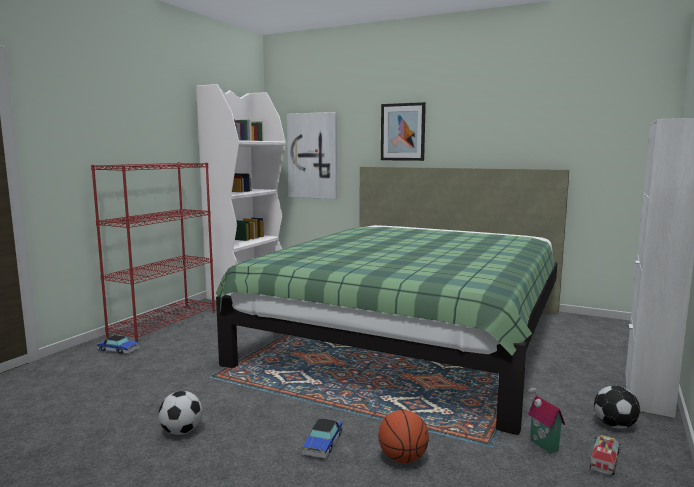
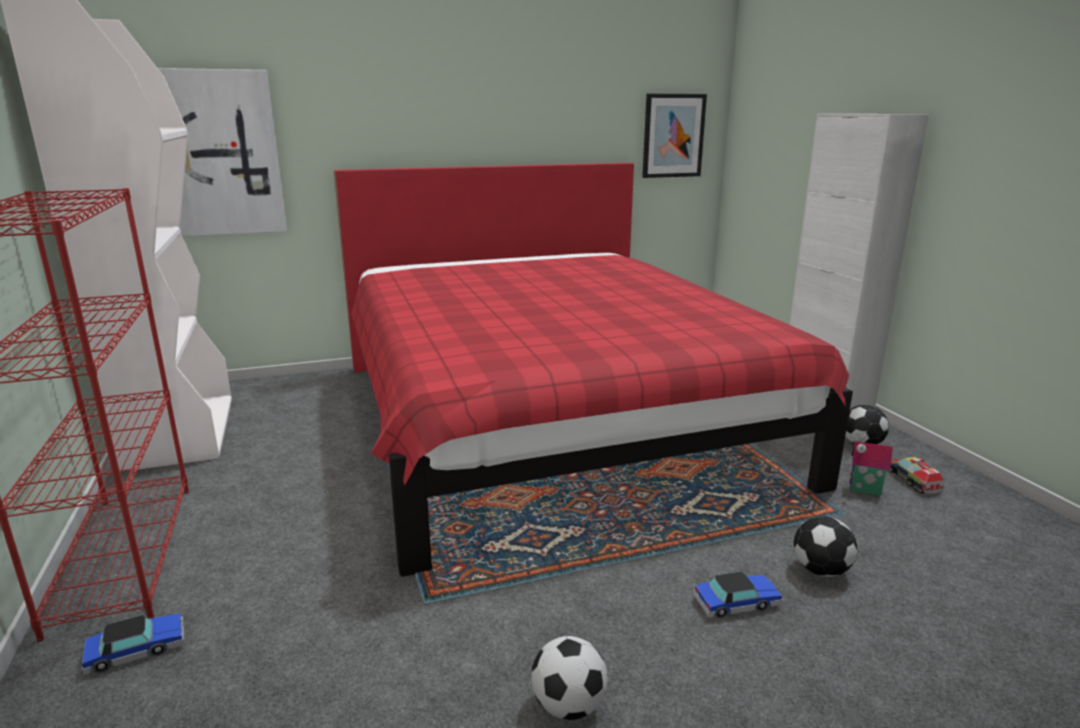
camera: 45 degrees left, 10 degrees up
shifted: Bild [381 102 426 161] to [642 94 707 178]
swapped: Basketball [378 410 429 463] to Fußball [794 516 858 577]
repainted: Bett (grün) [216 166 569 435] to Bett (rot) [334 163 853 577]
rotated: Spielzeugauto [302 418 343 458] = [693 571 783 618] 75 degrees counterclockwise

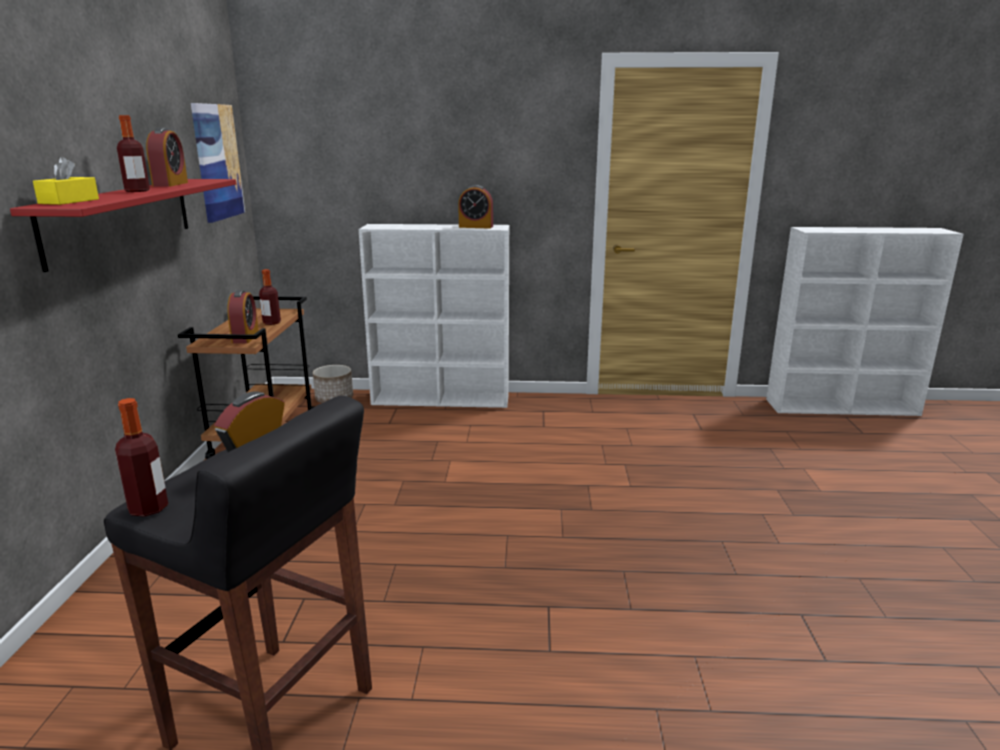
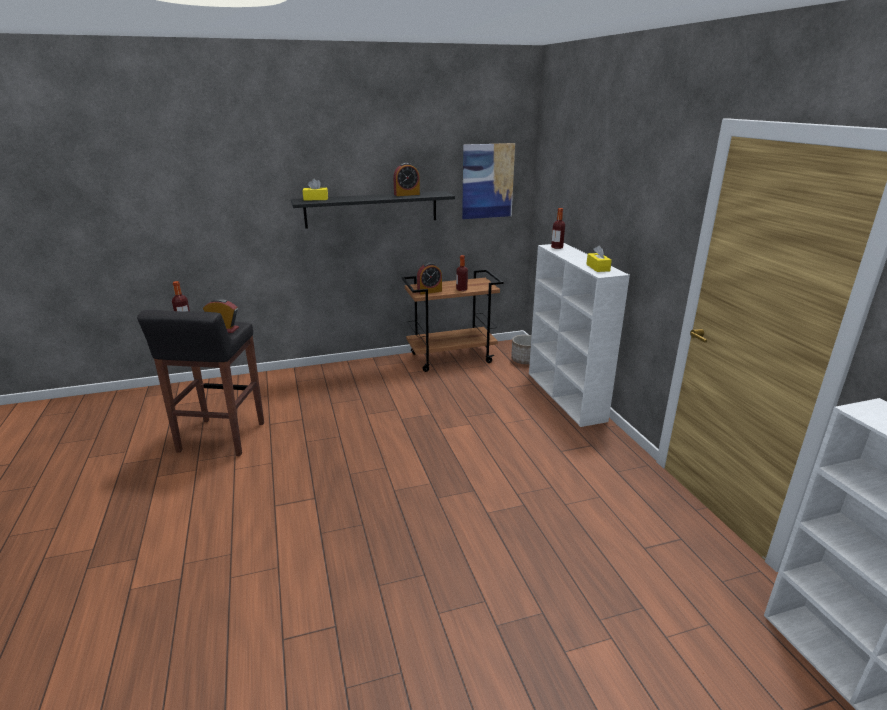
camera: 70 degrees right, 5 degrees up
shifted: Flasche [117 115 150 192] to [551 208 565 249]
swapped: Wecker [458 185 493 229] to Taschentuchbox (gelb) [587 245 612 272]
repainted: Wandregal (rot) [10 179 236 272] to Wandregal (schwarz) [291 191 455 229]

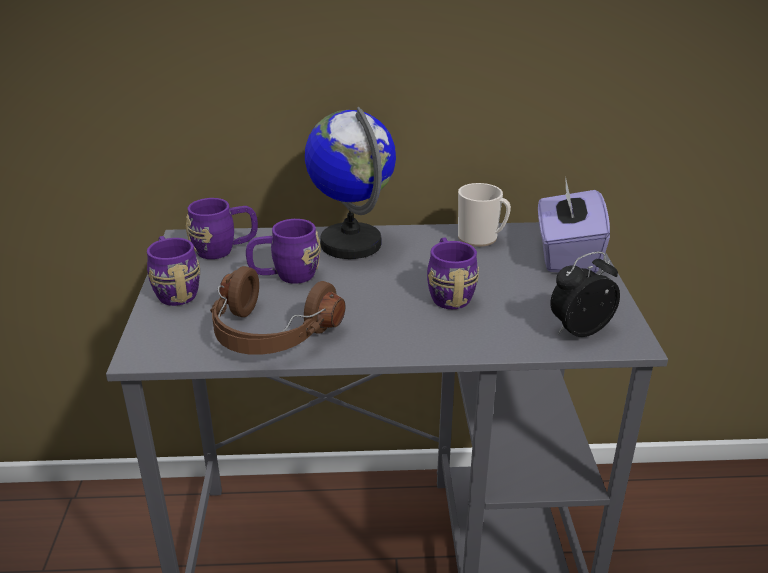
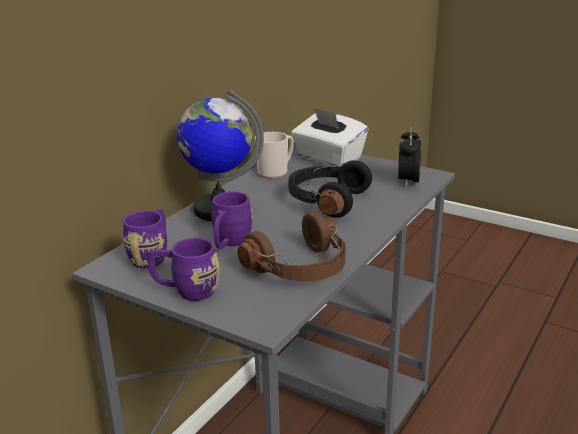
camera: 55 degrees left, 5 degrees down
swapped: Henkelbecher (lila) [427 237 479 309] to Kopfhörer (schwarz) [288 160 372 218]
repainted: Taschentuchbox (lila) [538 177 610 273] to Taschentuchbox (weiß) [291 107 368 167]

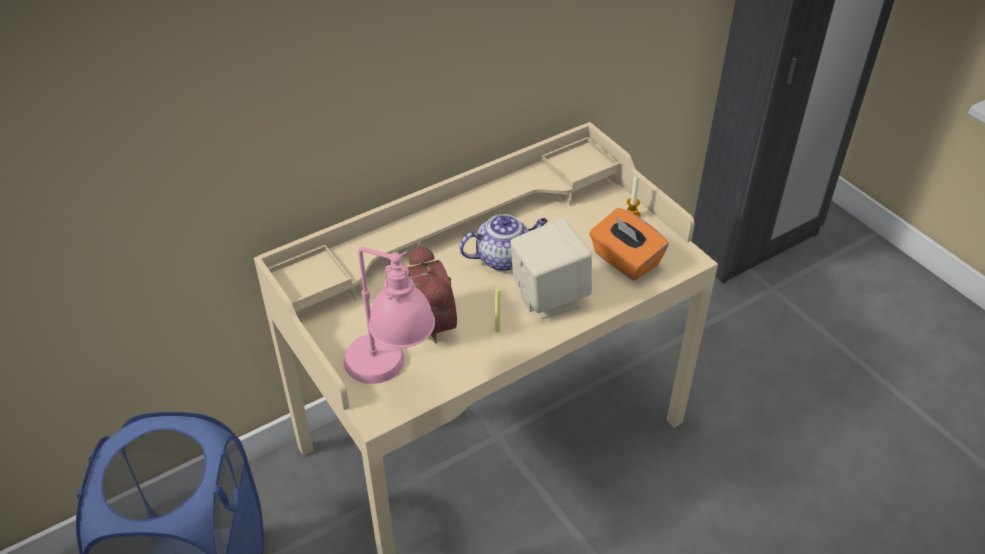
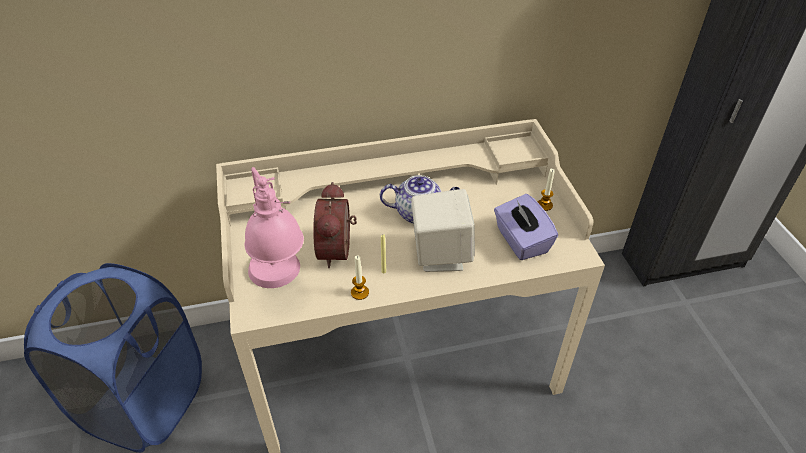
camera: 20 degrees right, 0 degrees up
new: Kerze [351 255 369 300]
repainted: Taschentuchbox (orange) [589 208 669 281] to Taschentuchbox (lila) [494 194 558 260]

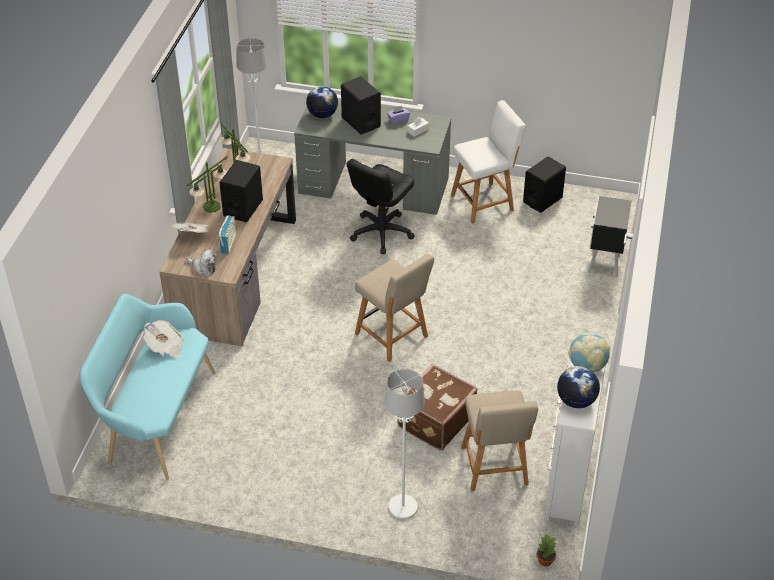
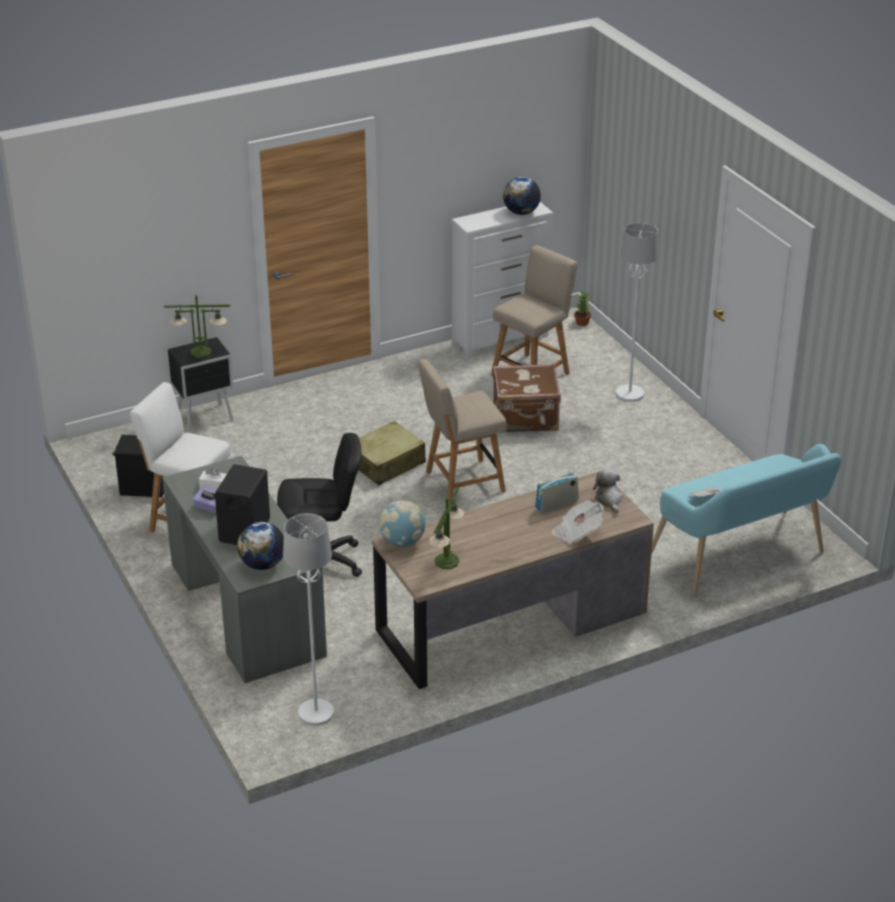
camera: 130 degrees left, 10 degrees down
gone: Lautsprecher (schwarz) [219 160 263 222]
new: Koffer (beige) [358 421 426 485]
shifted: Tischlampe [187 156 228 213] to [164 295 230 358]; Globus [569 332 610 372] to [379 500 425 547]
rotated: Stuhl (beige) [355 254 434 362] = [418 359 507 504] 120 degrees counterclockwise

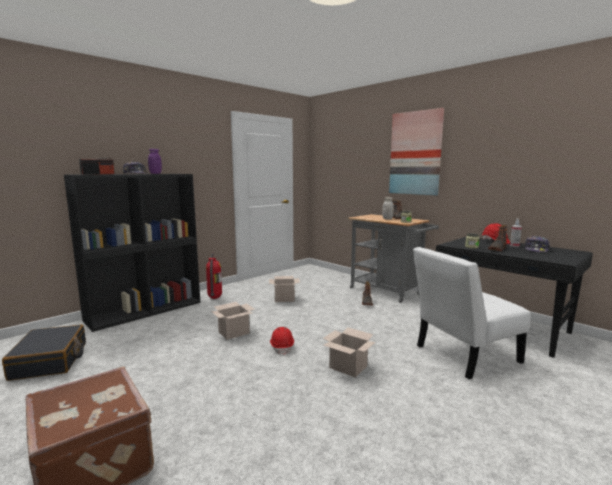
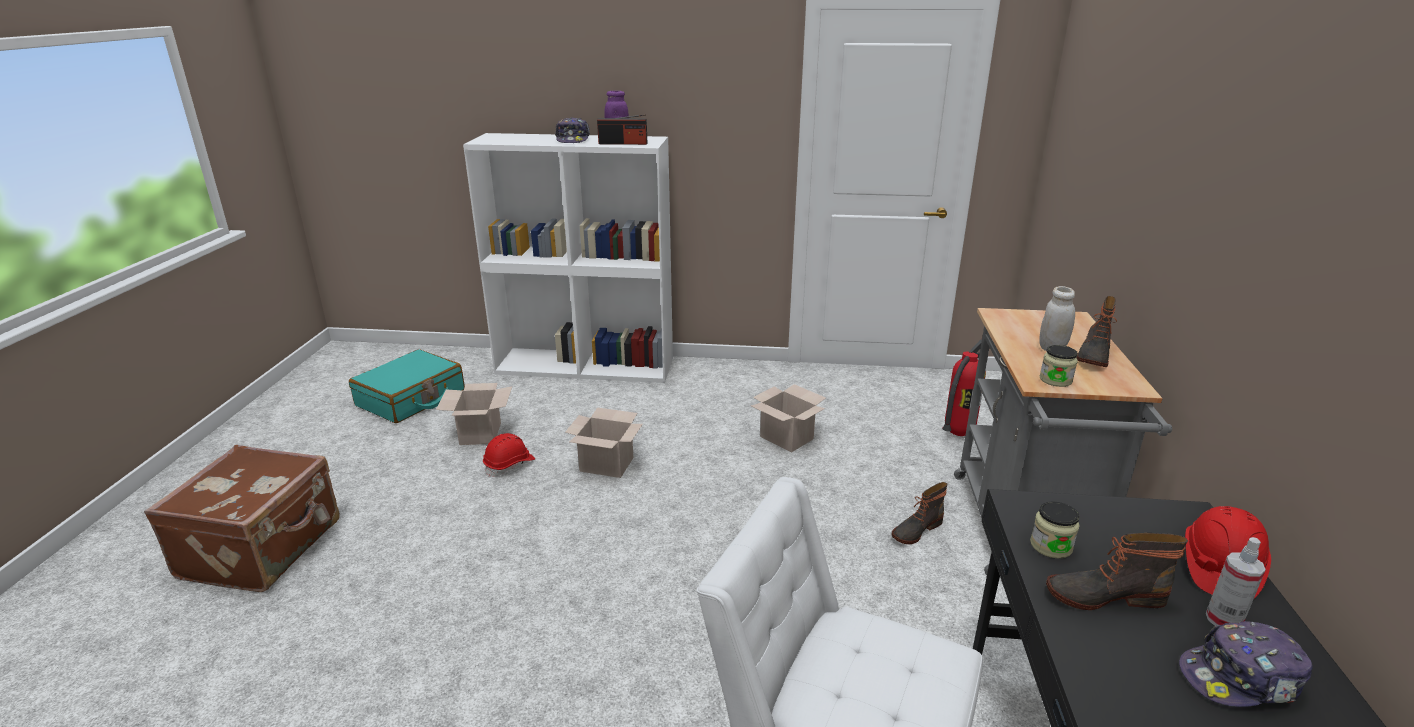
camera: 50 degrees right, 15 degrees up
gone: Bild [389 108 444 195]
shifted: Radio [79 157 115 175] to [597 114 647 145]; Feuerlöscher [206 253 222 299] to [942 339 986 436]; Schutzhelm (rot) [270 327 294 355] to [483 433 535 477]; Karton [323 327 376 378] to [436 383 512 445]
repainted: Koffer (schwarz) [2 324 86 381] to Koffer (türkis) [349 349 465 423]; Bücherregal (schwarz) [64 174 200 332] to Bücherregal (weiß) [463 133 673 383]

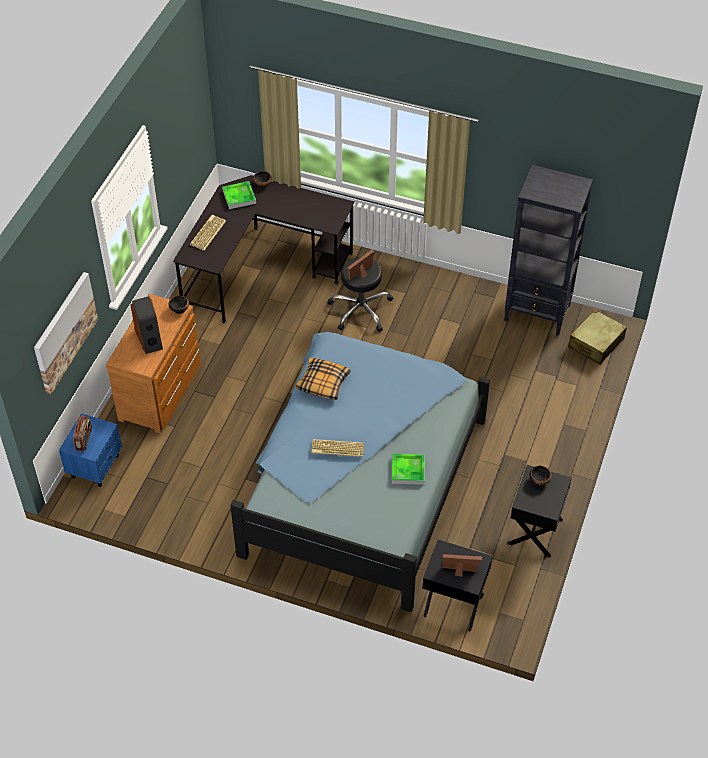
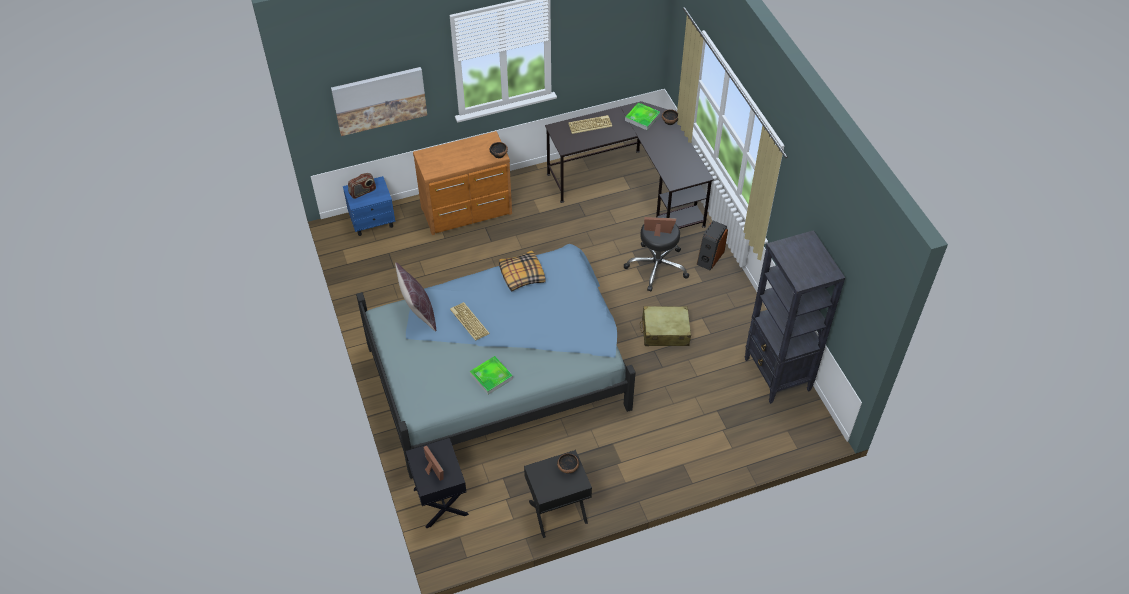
camera: 50 degrees right, 0 degrees up
new: Kissen (braun) [395 262 436 331]
shifted: Lautsprecher [131 296 163 354] to [697 220 728 270]; Koffer (beige) [568 310 627 365] to [640 306 691 346]

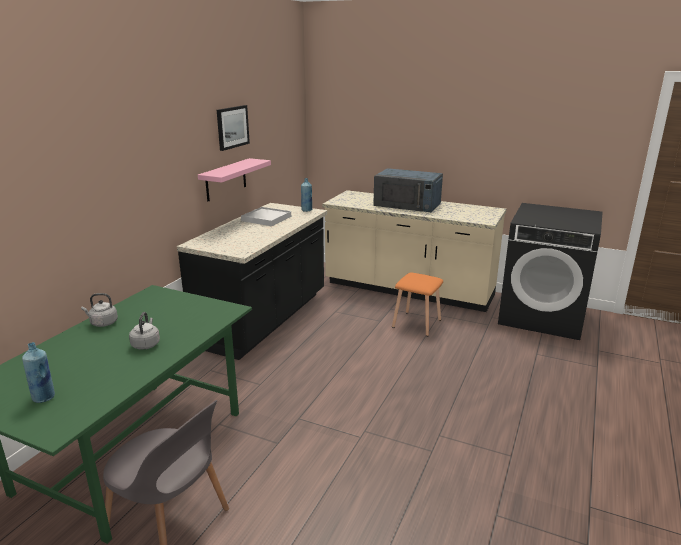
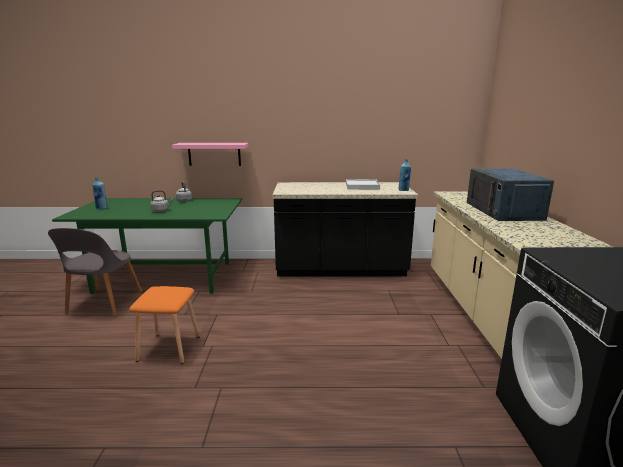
camera: 65 degrees right, 5 degrees down
gone: Bild [217 105 250 151]
shifted: Wandregal (rosa) [198 158 271 202] to [172 143 248 166]; Hocker (orange) [392 272 443 336] to [129 286 200 364]

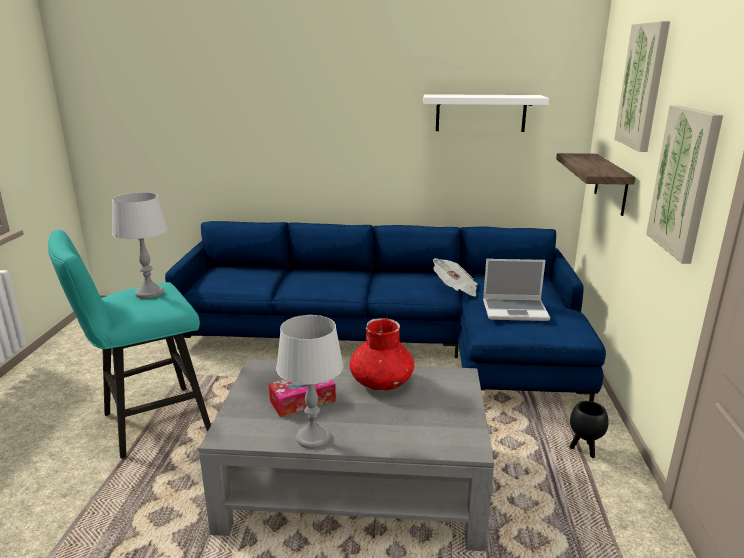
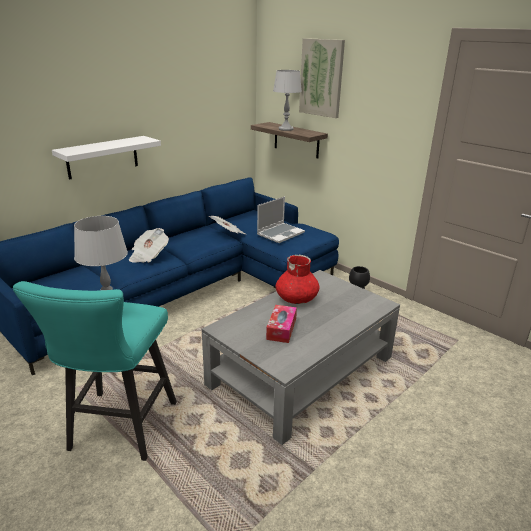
camera: 50 degrees left, 5 degrees up
gone: Bild [646 105 723 264]
new: Zeitung [129 228 169 263]
shifted: Tischlampe (grau) [276 315 344 449] to [273 70 302 131]; Wandregal (weiß) [423 94 549 132] to [52 136 161 180]

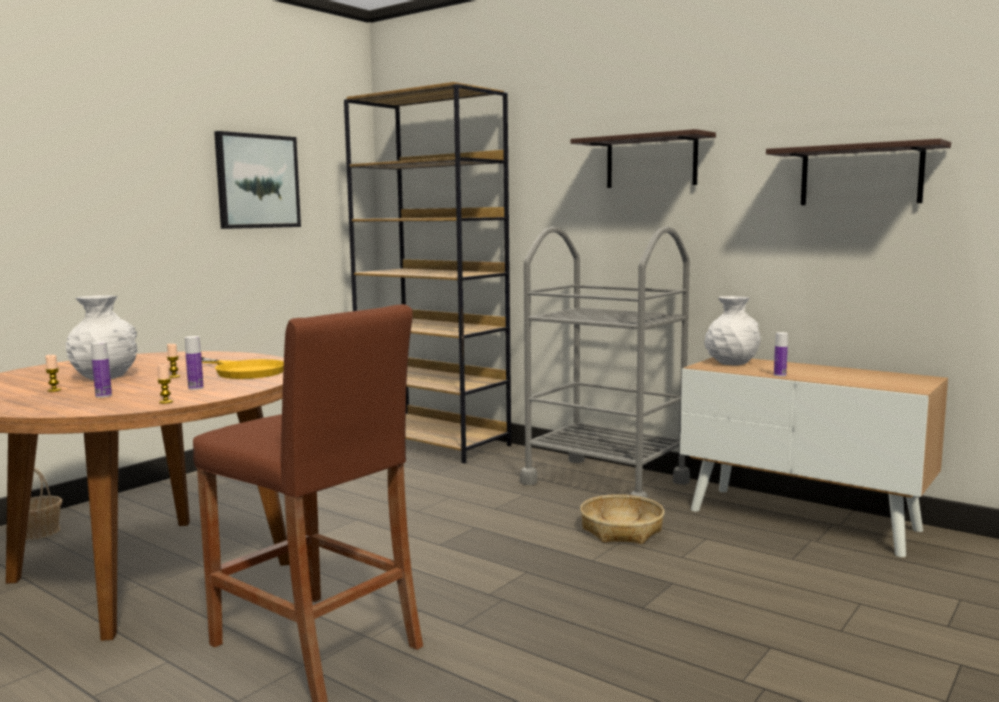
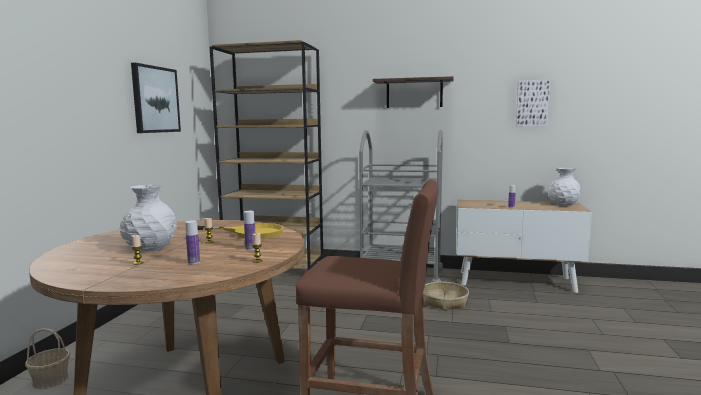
camera: 25 degrees left, 0 degrees up
shifted: Vase (weiß) [704 296 761 366] to [548 168 581 206]
swapped: Wandregal [766 139 951 205] to Bild [516 80 551 127]

